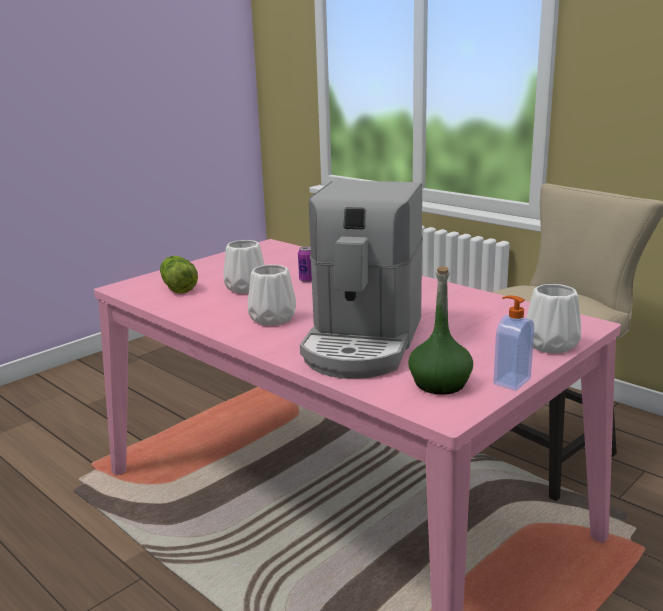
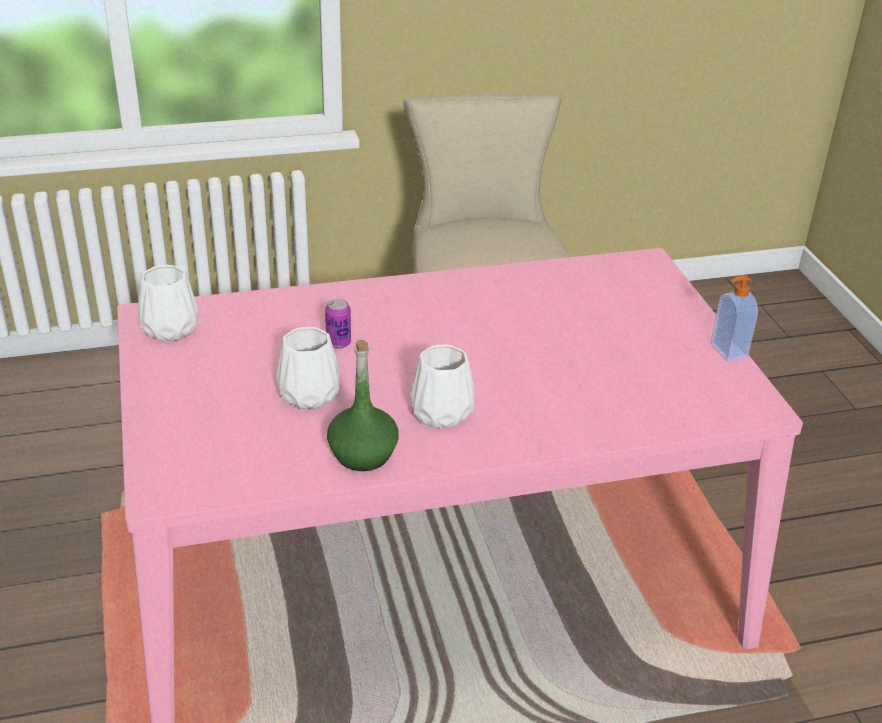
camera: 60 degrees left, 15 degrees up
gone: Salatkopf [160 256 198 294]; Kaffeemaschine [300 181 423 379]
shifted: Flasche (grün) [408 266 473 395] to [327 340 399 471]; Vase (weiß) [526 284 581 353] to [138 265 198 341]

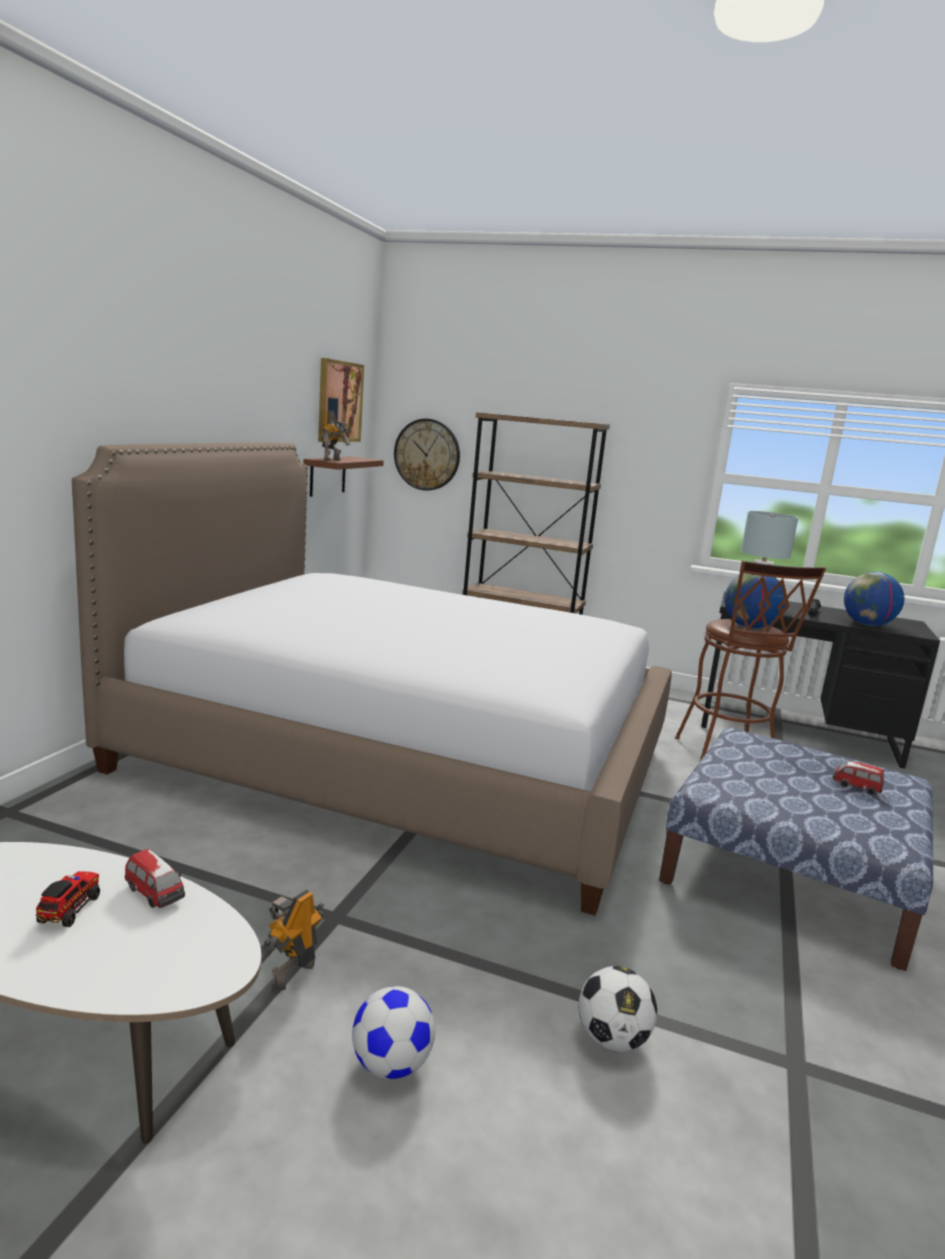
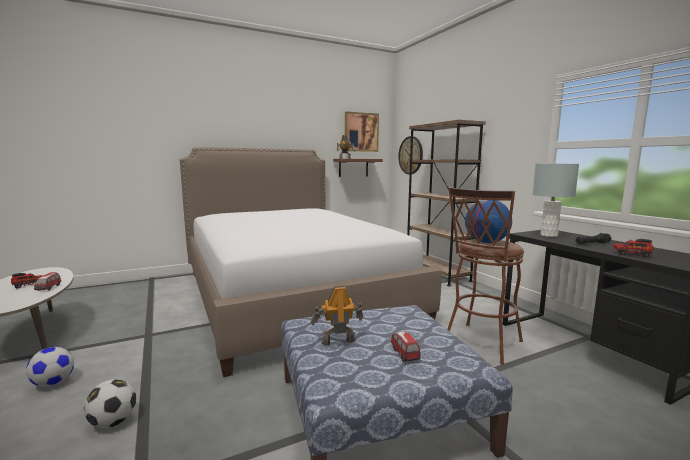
camera: 45 degrees right, 5 degrees down
shifted: Spielzeugroboter [261 889 324 992] to [311 286 363 346]
swapped: Globus [844 572 904 626] to Spielzeuglaster [613 239 654 257]

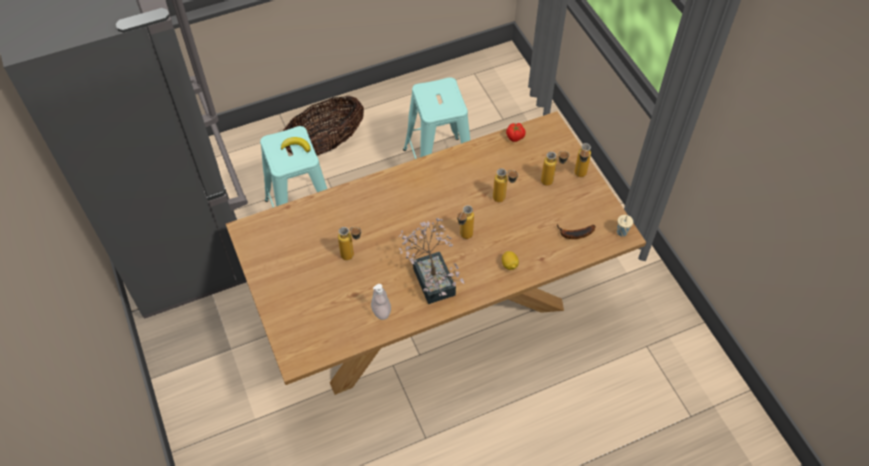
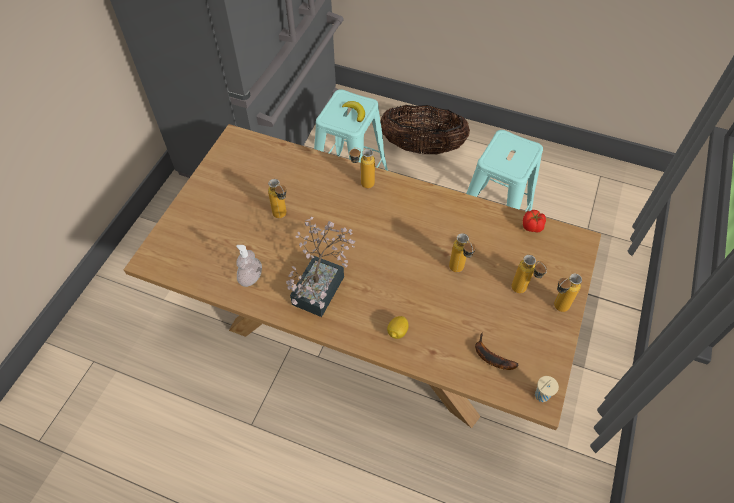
camera: 45 degrees right, 0 degrees up
shifted: Flasche [457 205 474 239] to [349 148 375 188]

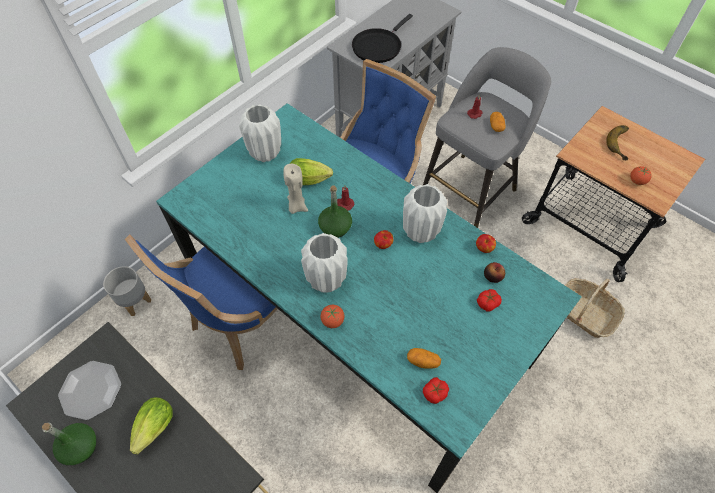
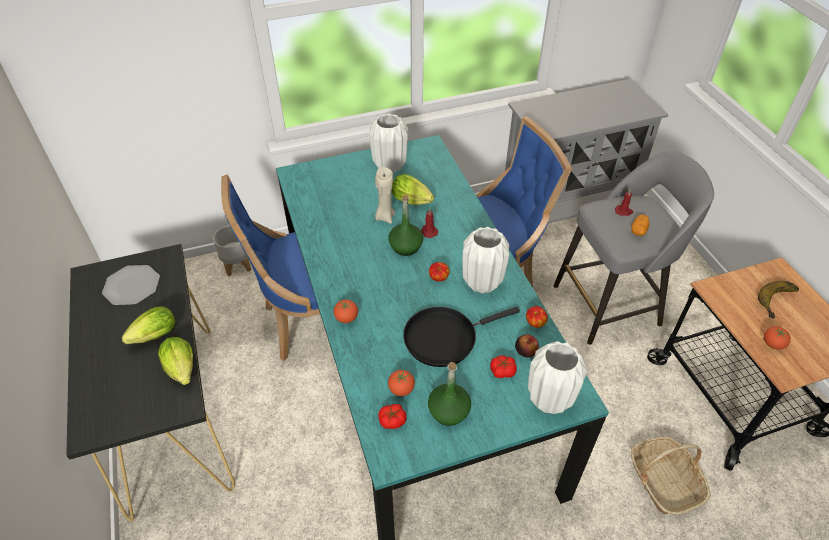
camera: 30 degrees right, 10 degrees down
new: Salatkopf [158 337 193 385]
shifted: Flasche (grün) [42 423 96 465] to [428 362 471 426]; Vase (weiß) [301 233 348 292] to [528 341 588 414]; Pfanne (schwarz) [352 14 413 63] to [403 307 520 367]
swapped: Kartoffel [407 348 441 369] to Tomate [388 370 415 396]

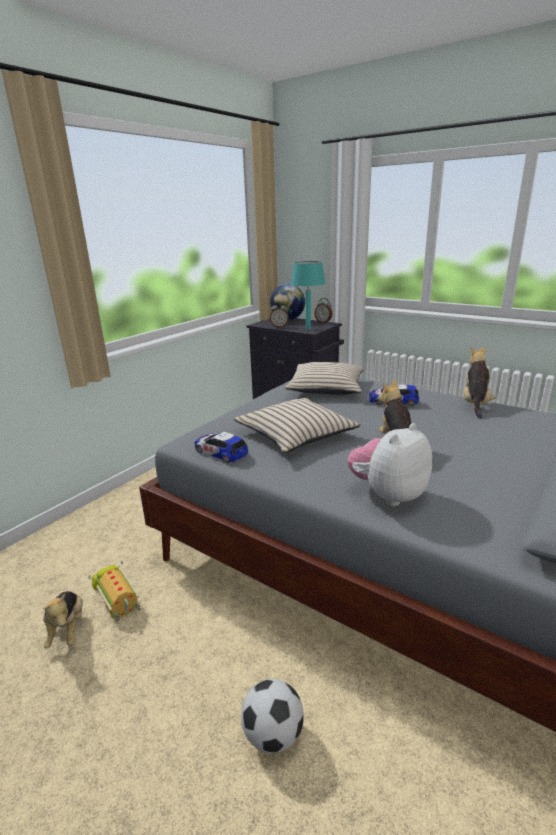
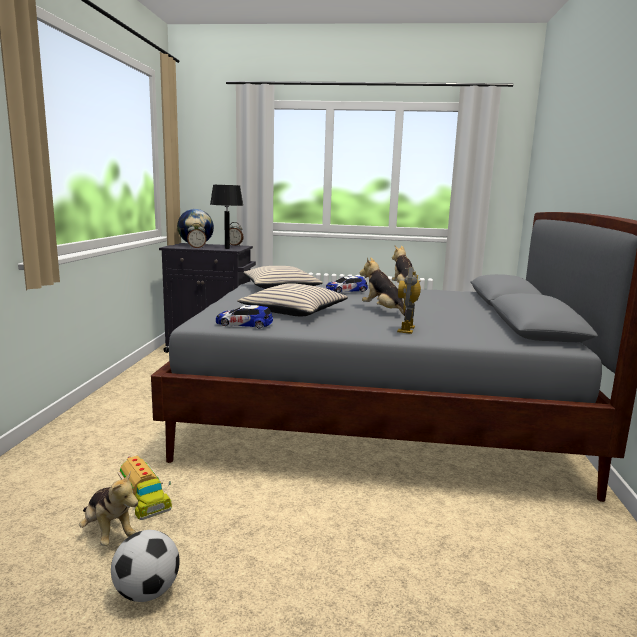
camera: 30 degrees left, 10 degrees down
shifted: Fußball [241 679 304 753] to [111 530 180 602]
swapped: Plüschtier [347 423 432 506] to Spielzeugroboter [397 267 421 334]
repainted: Tischlampe (türkis) [291 261 325 329] to Tischlampe (schwarz) [210 185 243 249]
rotated: Spielzeuglaster [88 561 141 622] = [117 456 172 520] 150 degrees counterclockwise

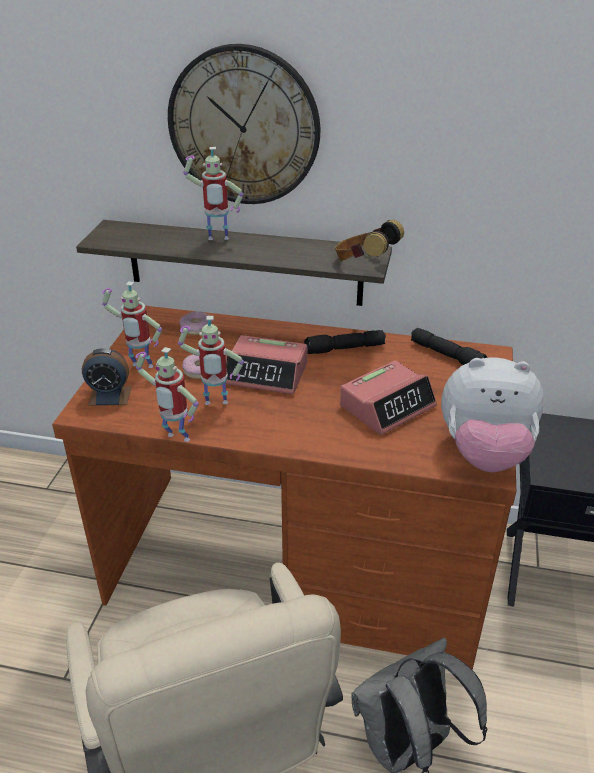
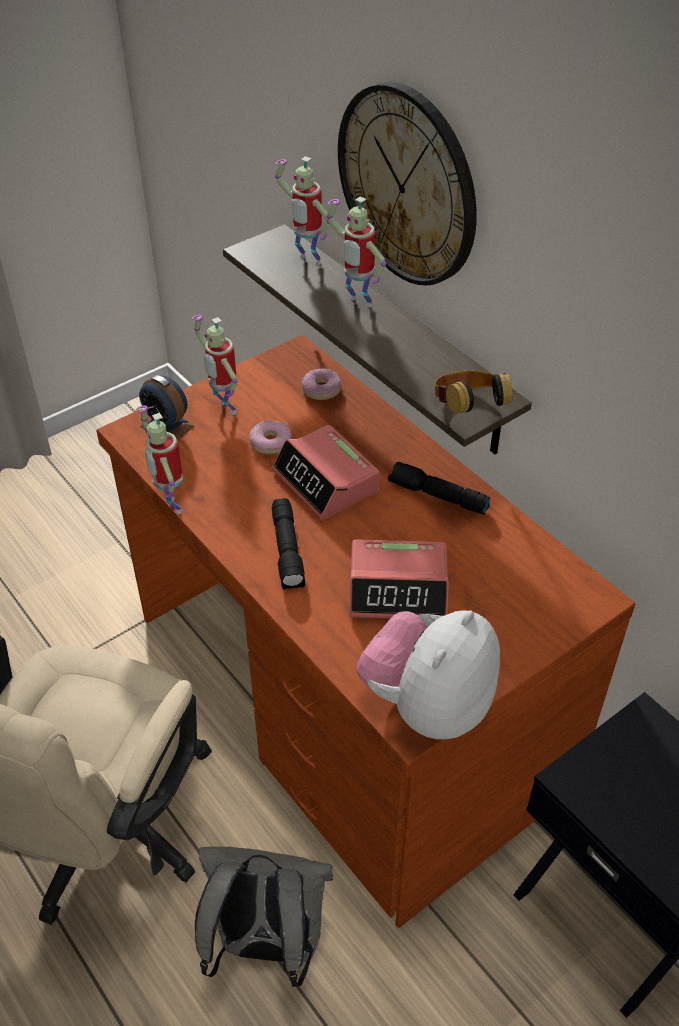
camera: 40 degrees right, 10 degrees up
shifted: Spielzeugroboter [178 316 244 405] to [275 156 331 265]; Taschenlampe (schwarz) [411 328 488 365] to [272 498 305 590]
rotated: Plüschtier [441 358 544 472] = [357 610 500 739] 75 degrees clockwise

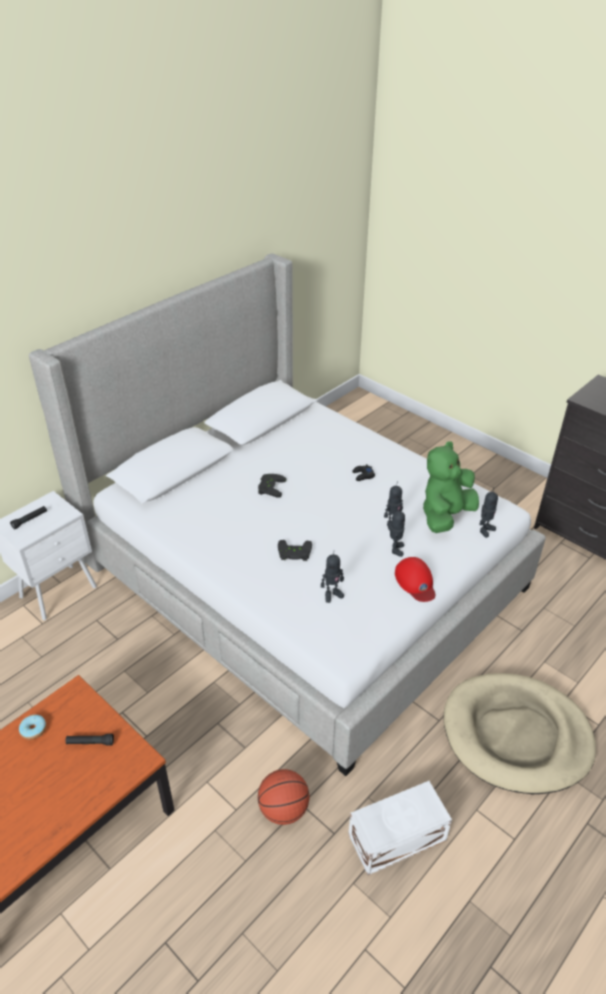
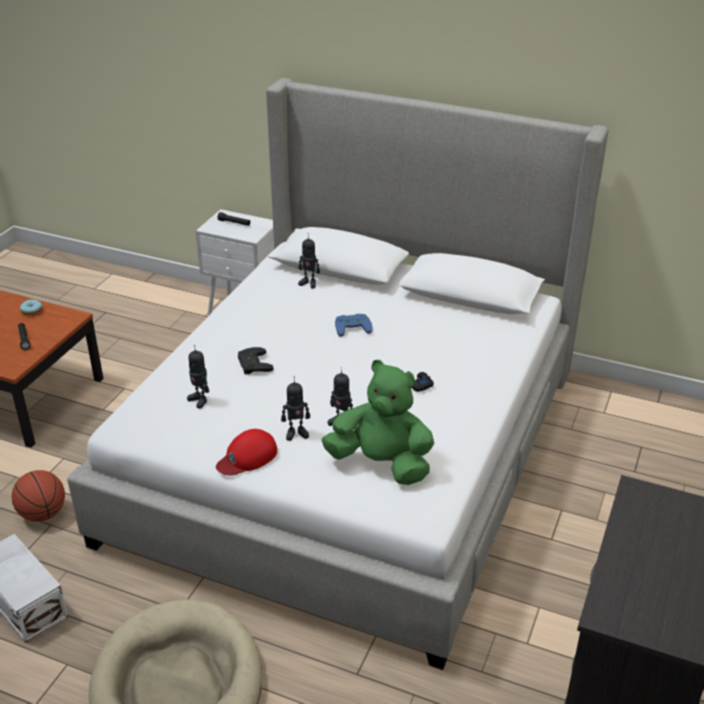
camera: 70 degrees right, 5 degrees down
shifted: Spielzeugroboter [479 489 498 538] to [298 233 320 289]
repainted: Gamepad (schwarz) [258 474 286 498] to Gamepad (blau) [335 314 372 337]

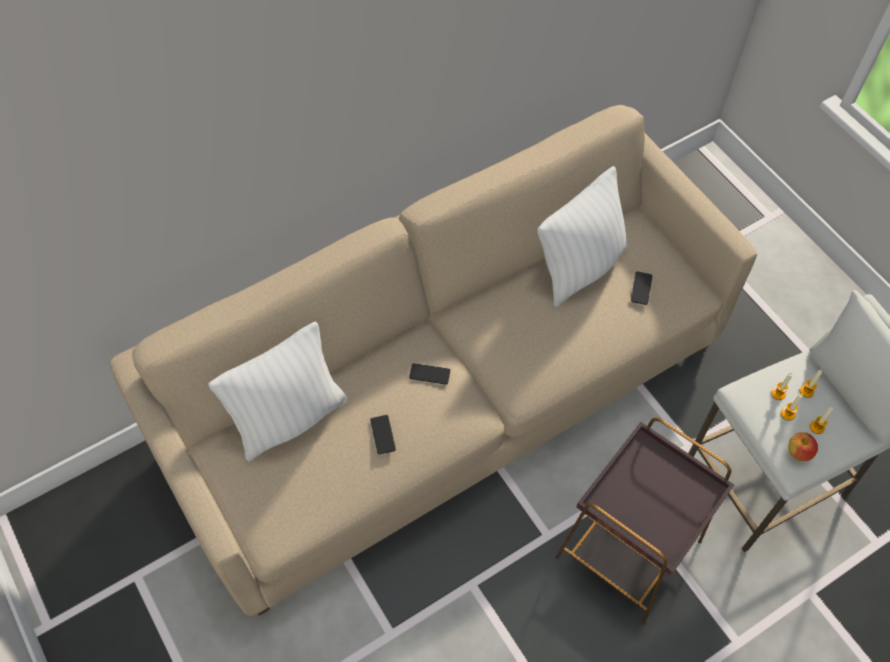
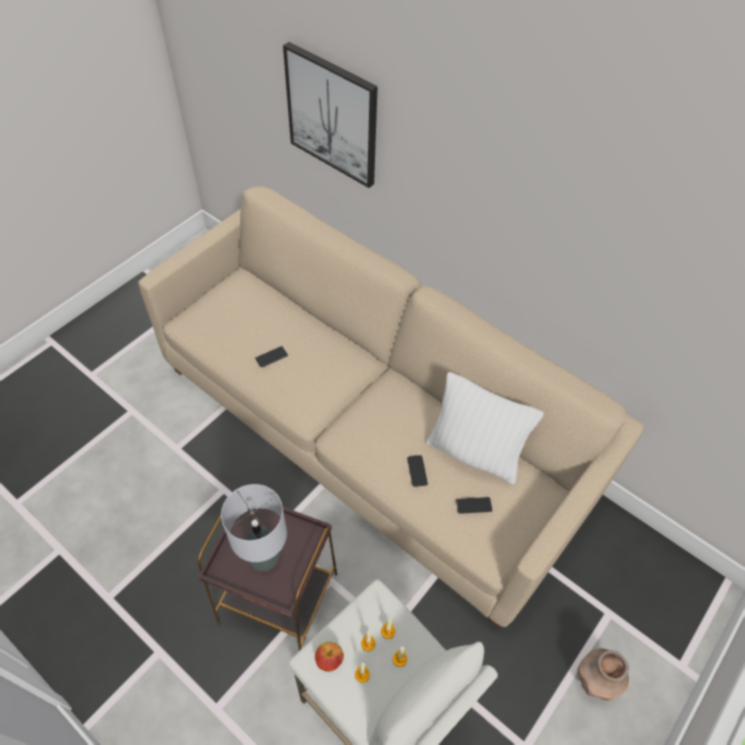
camera: 70 degrees right, 5 degrees down
gone: Kissen (weiß) [208 321 348 462]
new: Tischlampe (grau) [221 484 287 571]; Bild [283 42 378 188]; Vase (braun) [577 648 629 701]
shifted: Handy [409 363 450 385] to [407 455 428 487]

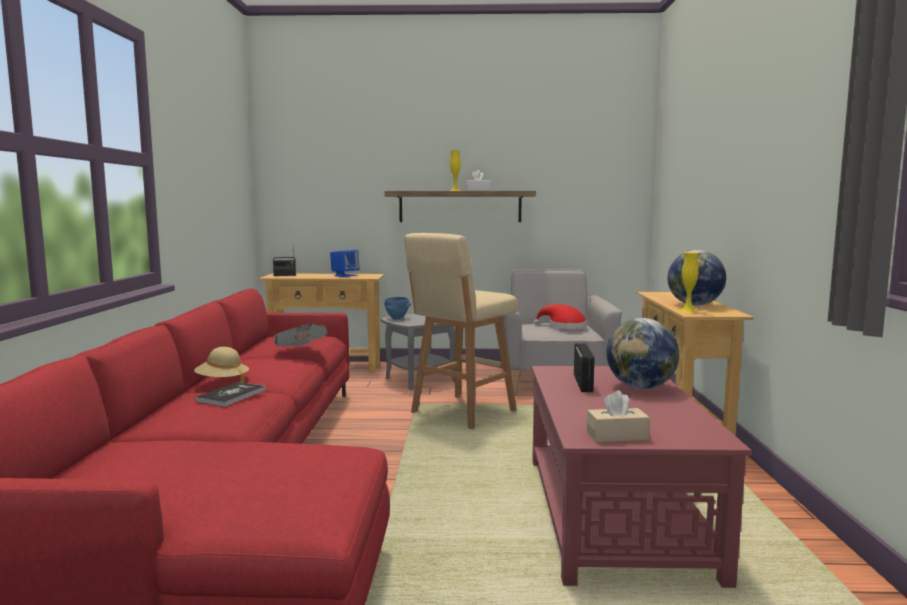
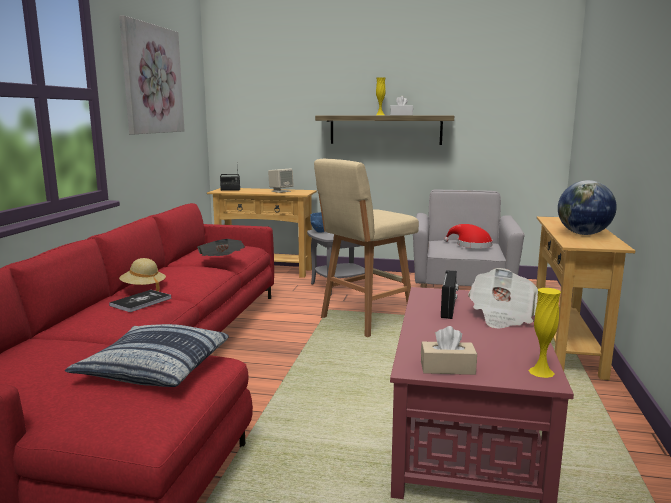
camera: 10 degrees right, 5 degrees up
new: Kissen [65 324 229 387]; Bild [119 15 185 134]
shifted: Vase (gelb) [679 252 699 313] to [528 288 561 378]
swapped: Globus [607 318 679 389] to Zeitung [468 268 538 328]
repainted: Lautsprecher (blau) [330 250 360 277] to Lautsprecher (beige) [268 169 294 193]

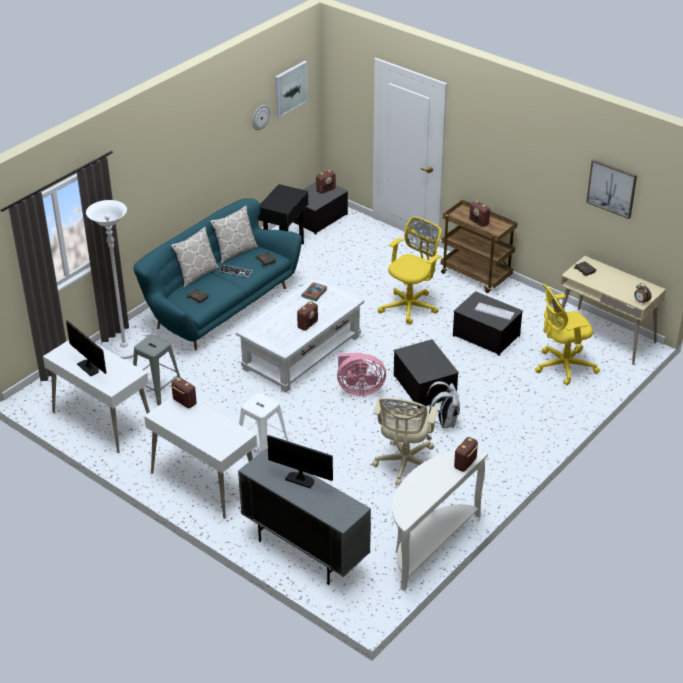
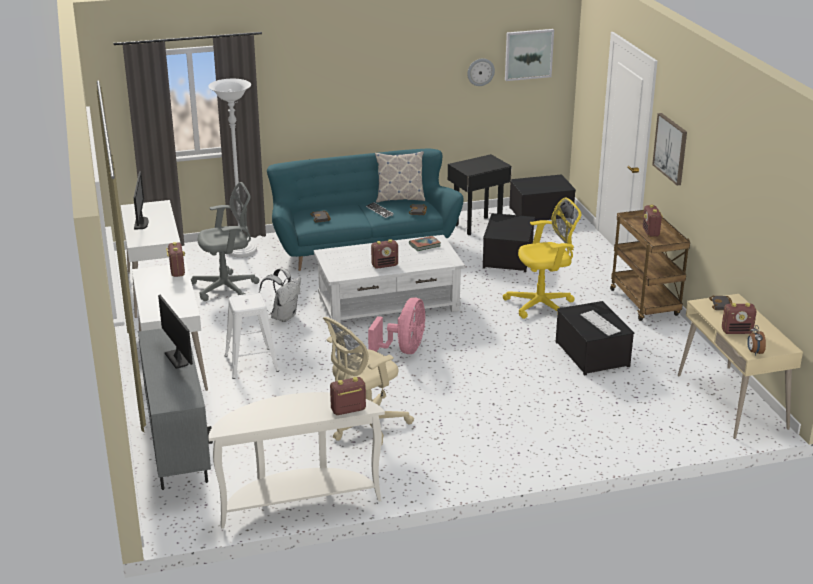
camera: 35 degrees right, 10 degrees down
gone: Kissen [170 226 219 288]; Bürostuhl (gelb) [535 284 600 385]
shifted: Radio [316 170 336 194] to [722 303 757 334]; Aufbewahrungsbox [394 339 459 408] to [483 213 535 272]; Rucksack (weiß) [426 381 460 428] to [259 268 301 322]; Bild [586 159 637 219] to [652 113 687 186]
swapped: Hocker (grau) [133 334 180 406] to Bürostuhl (grau) [191 182 259 301]
rotated: Ventilator (rosa) [337 353 386 396] = [368 297 425 354] 105 degrees counterclockwise

